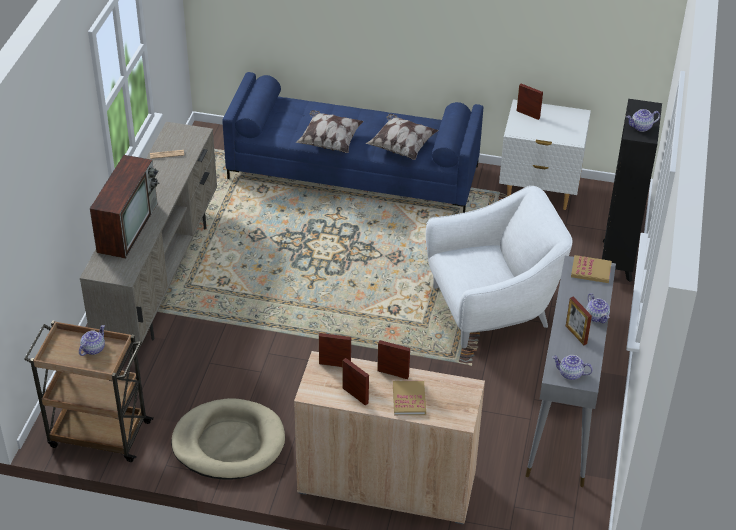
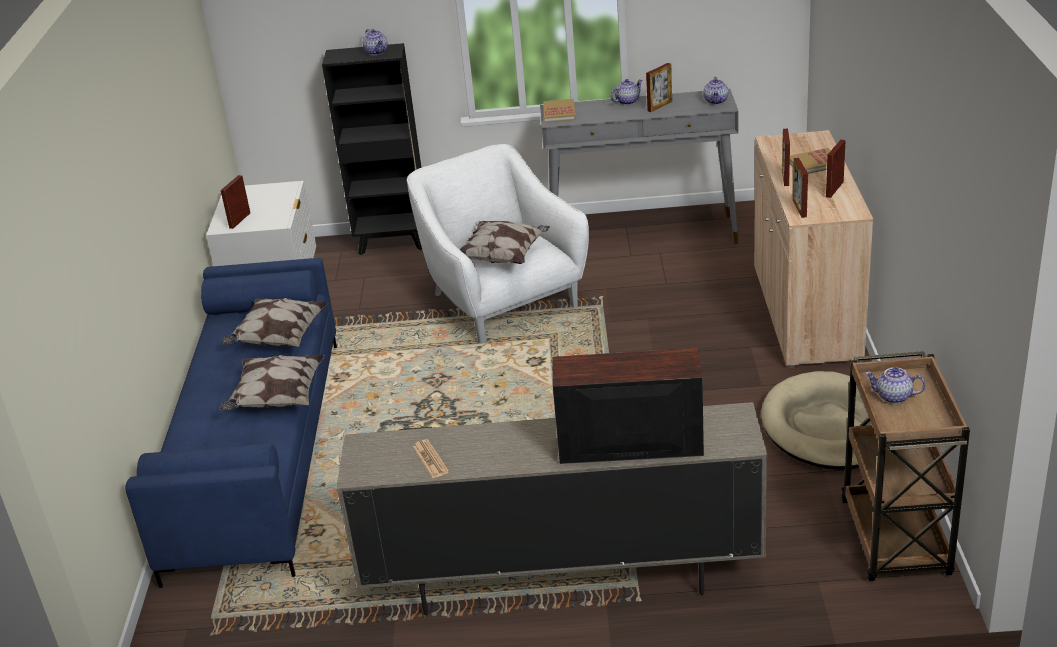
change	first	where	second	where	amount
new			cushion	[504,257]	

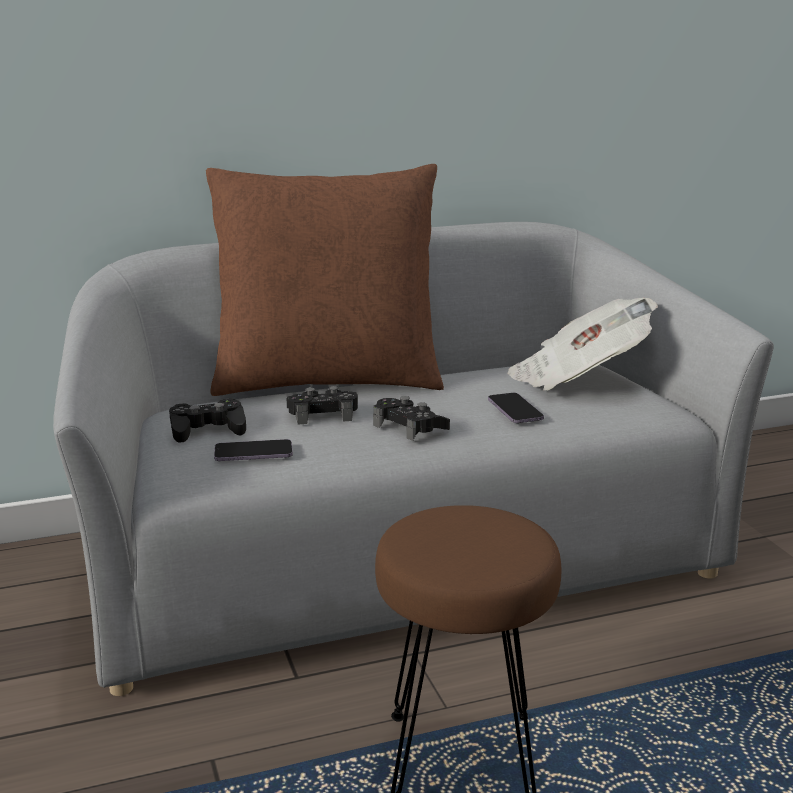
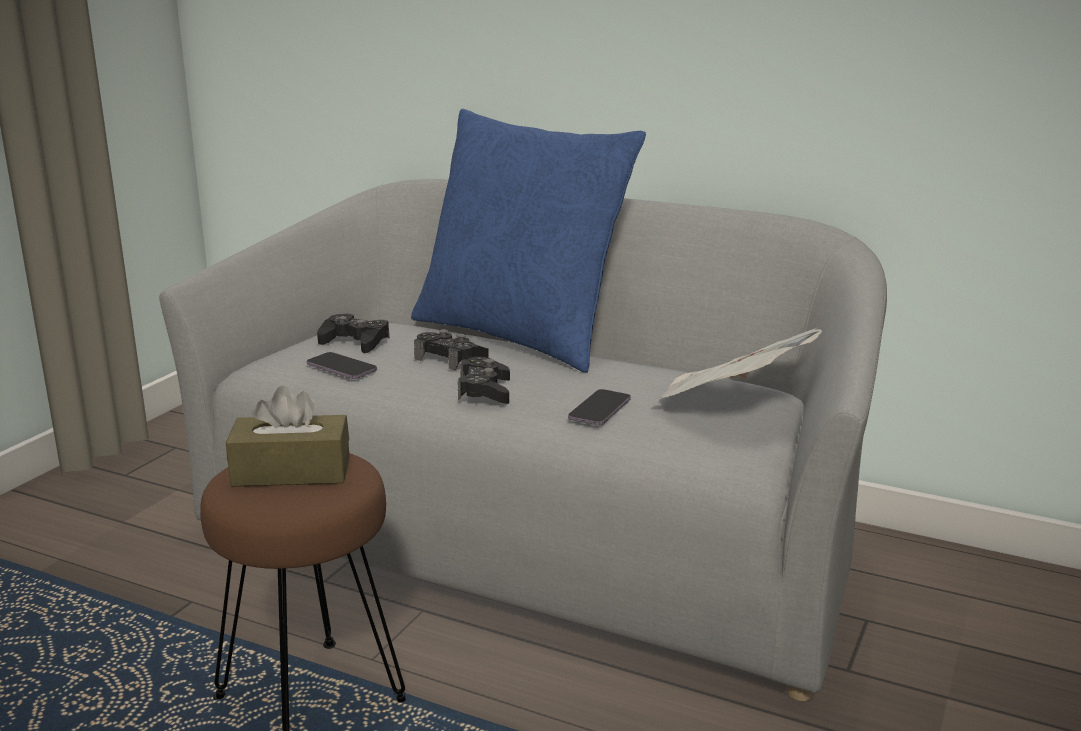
change	first	where	second	where	amount
repainted	brownish_cushion	[327,380]	blue_cushion	[520,335]	
new			brownish_tissue_holder	[291,471]	

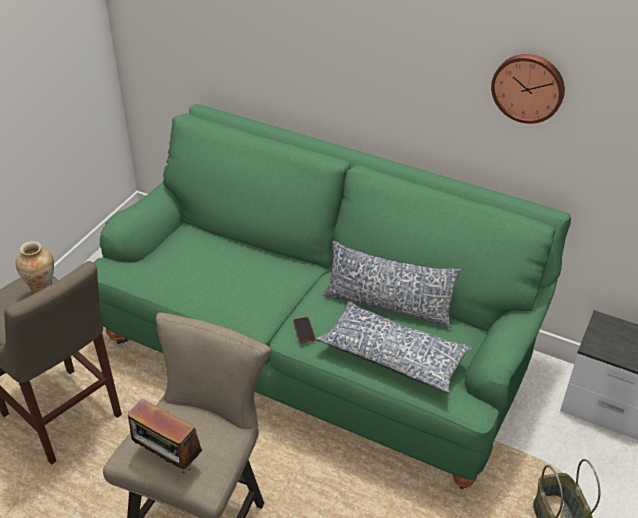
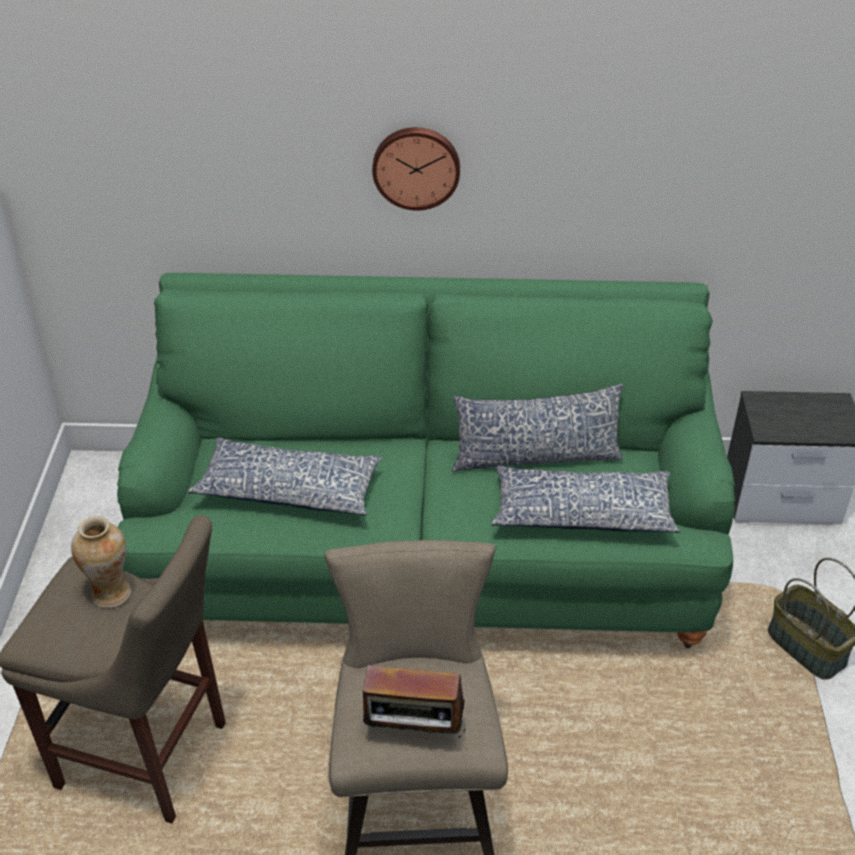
change	first	where	second	where	amount
shifted	hanging_clock	[528,87]		[416,166]	
gone	telephone	[304,330]			
new			cushion	[288,489]	

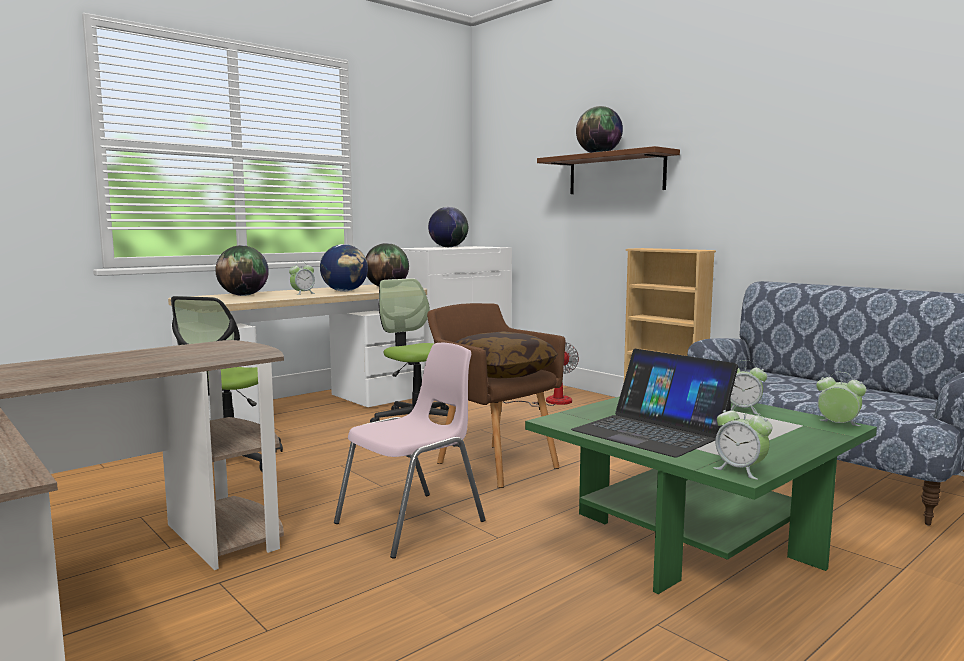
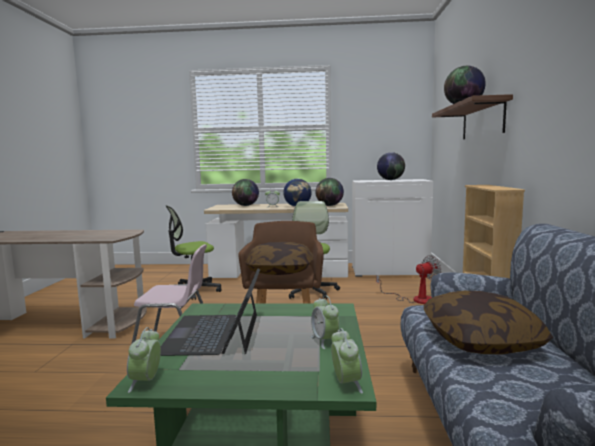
change	first	where	second	where	amount
new			cushion	[480,340]	

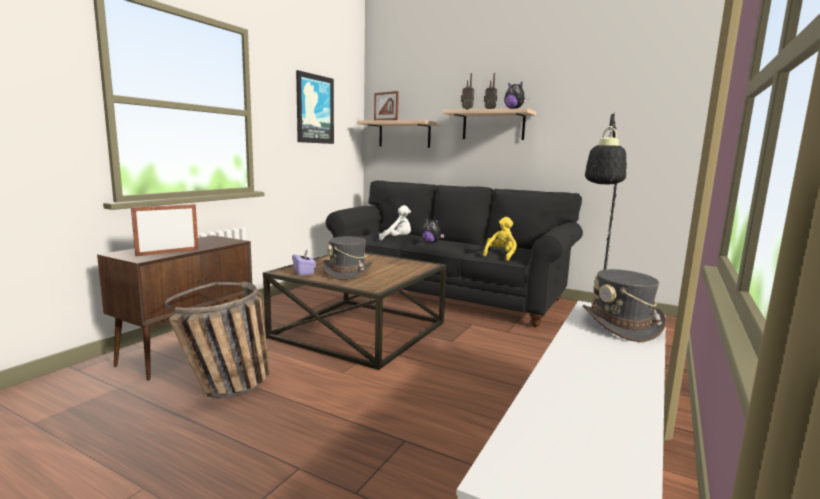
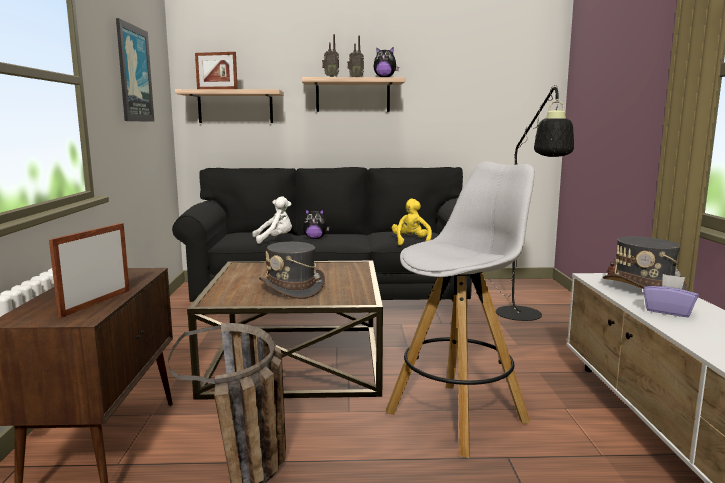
change	first	where	second	where	amount
shifted	purple-coloured_tissue_holder	[304,272]		[668,311]	
new			whitish_stool_seat	[458,416]	

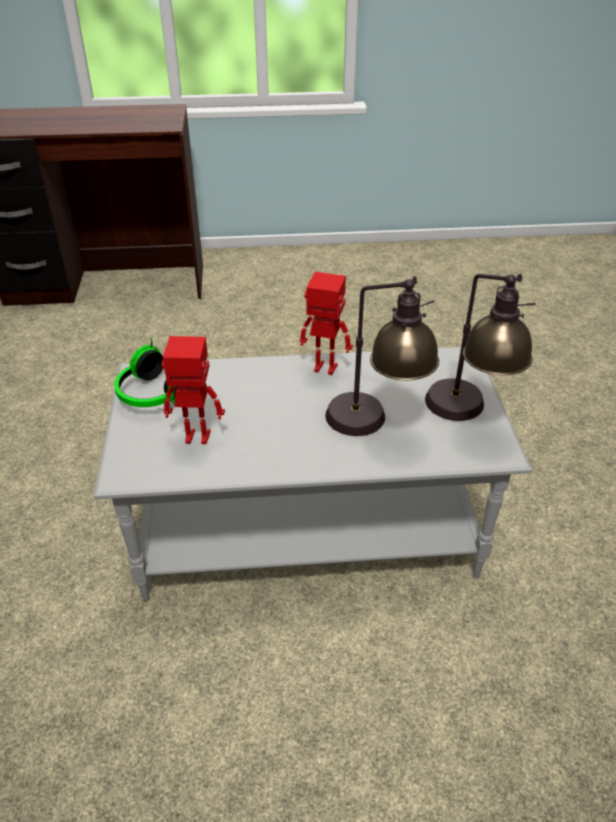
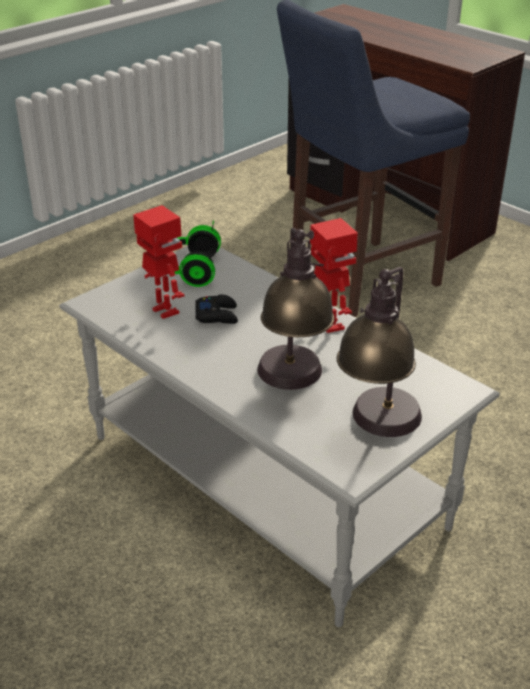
change	first	where	second	where	amount
new			blue_stool_seat	[357,279]	
new			blackish_gamepad	[217,315]	

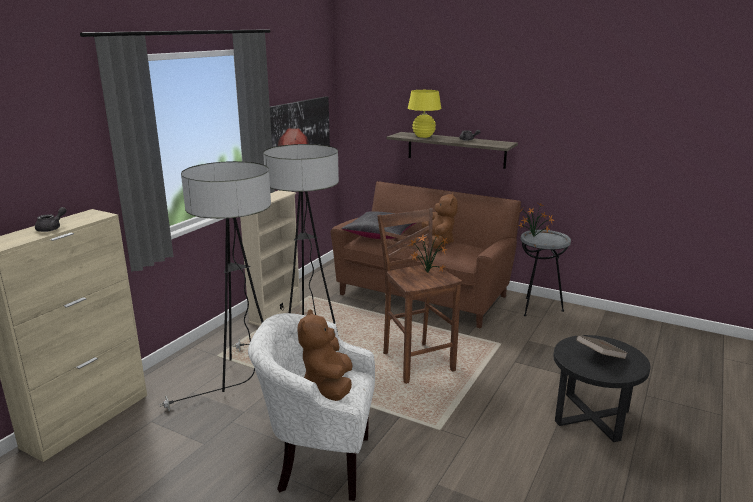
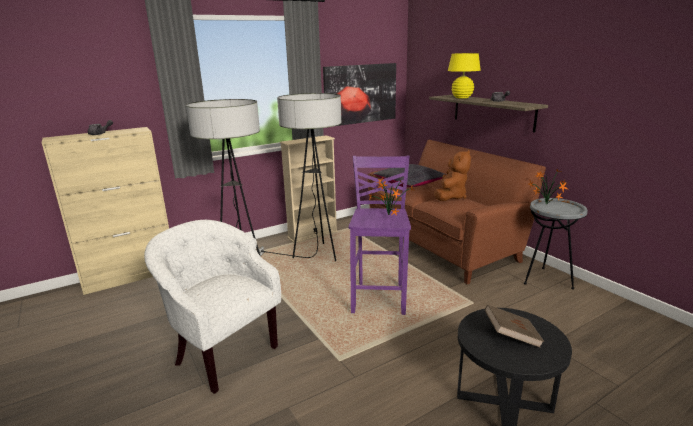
change	first	where	second	where	amount
repainted	brownish_stool_seat	[416,361]	purple-coloured_stool_seat	[380,297]	
gone	brownish_soft_toy	[328,386]			

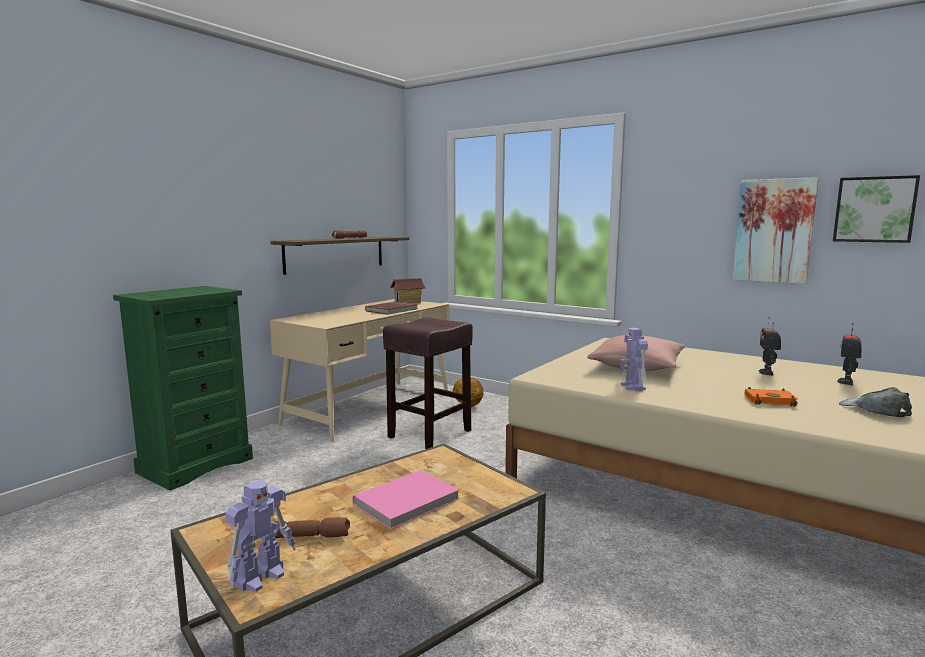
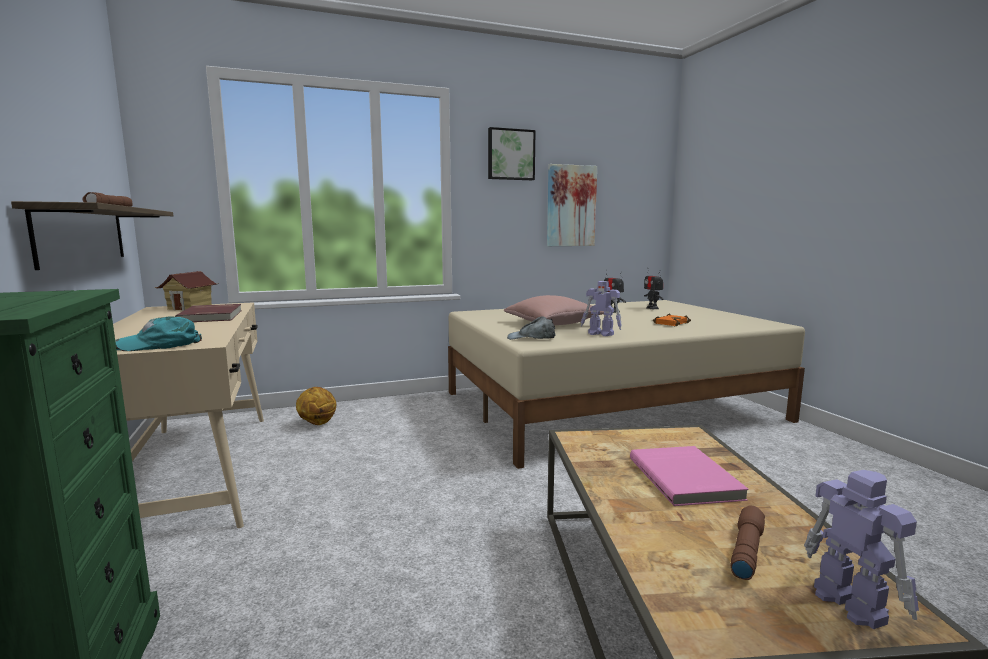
change	first	where	second	where	amount
shifted	picture	[874,209]		[510,154]	
gone	brownish_stool_seat	[429,434]			
shifted	grey_baseball_cap	[874,410]		[531,337]	
new			turquoise-coloured_baseball_cap	[161,344]	

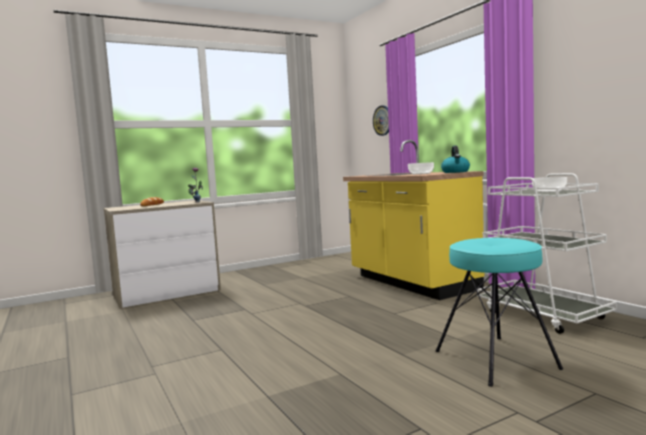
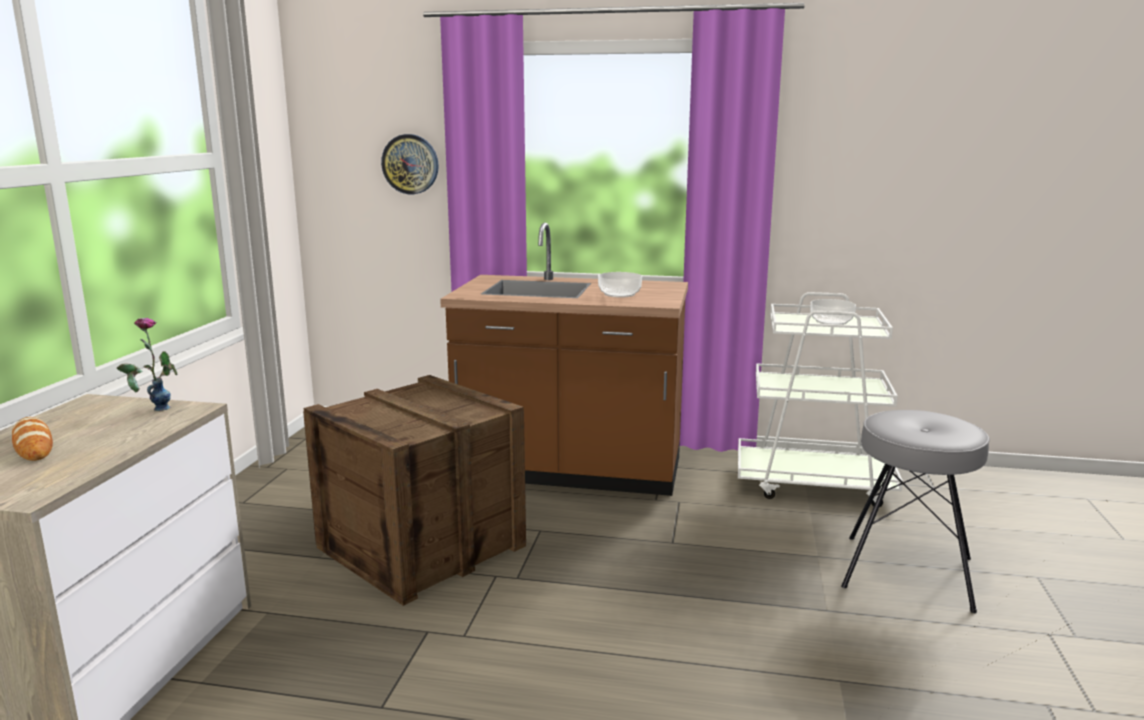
change	first	where	second	where	amount
repainted	yellowish_counter	[411,283]	brownish_counter	[570,472]	
gone	water_kettle	[455,172]			
repainted	turquoise-coloured_stool_seat	[496,359]	grey_stool_seat	[907,571]	
new			packing_crate	[421,547]	

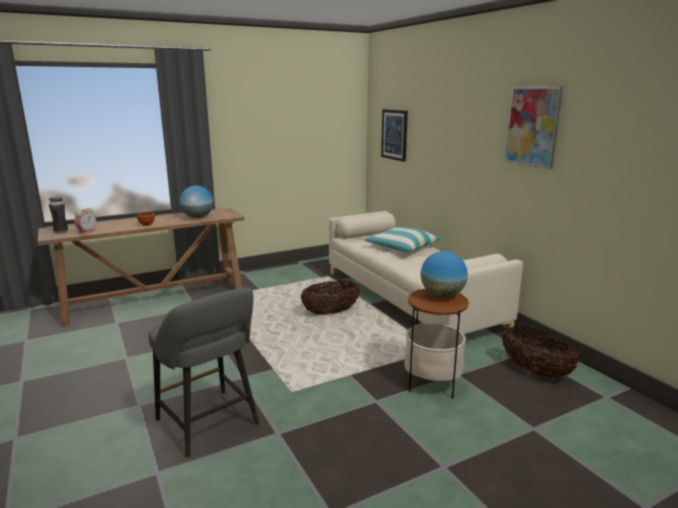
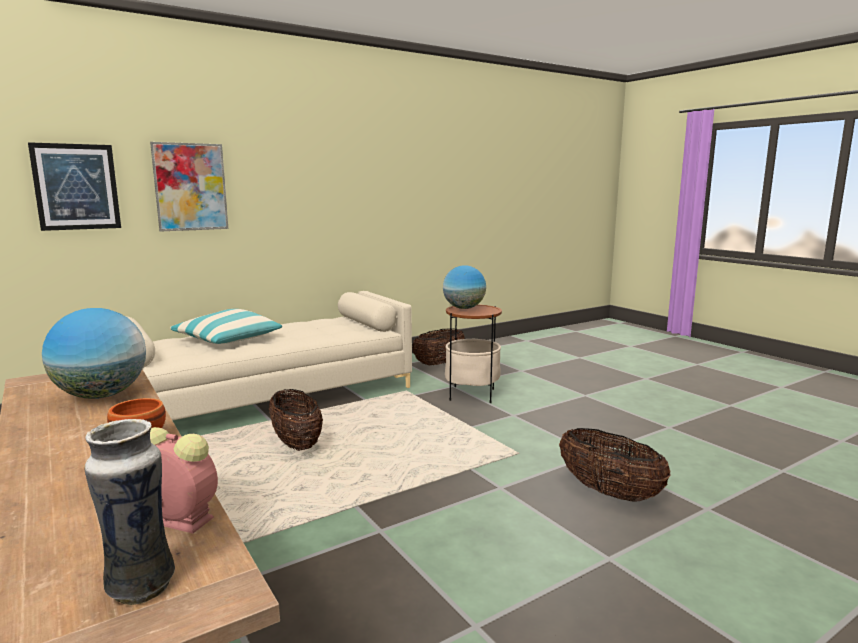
change	first	where	second	where	amount
shifted	picture	[532,126]		[190,187]	
swapped	grey_stool_seat	[210,424]	basket	[609,492]	

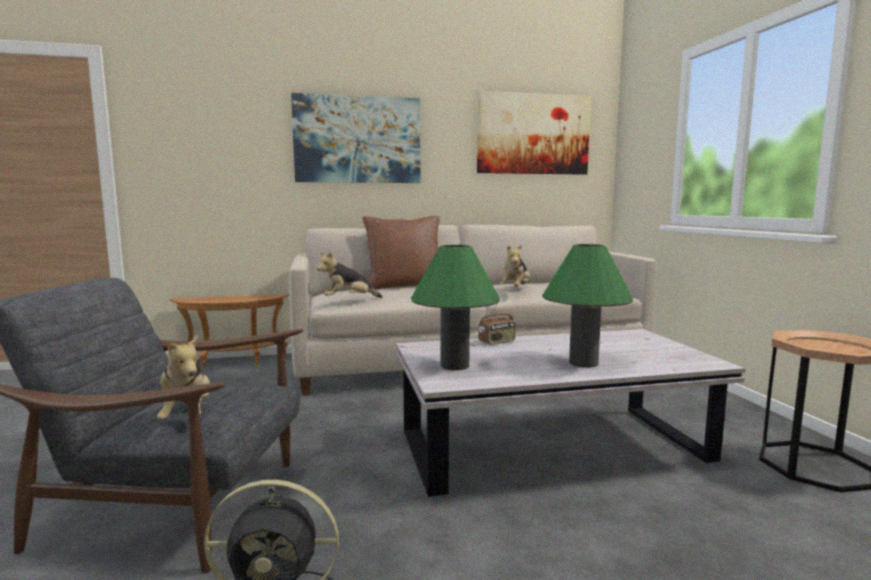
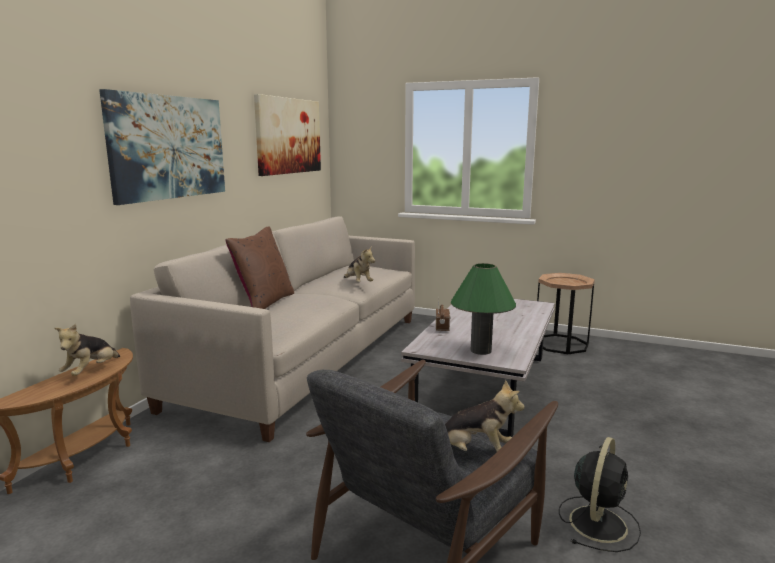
change	first	where	second	where	amount
gone	greenish_lamp_for_a_table	[583,363]			
shifted	soft_toy	[348,300]		[91,371]	

